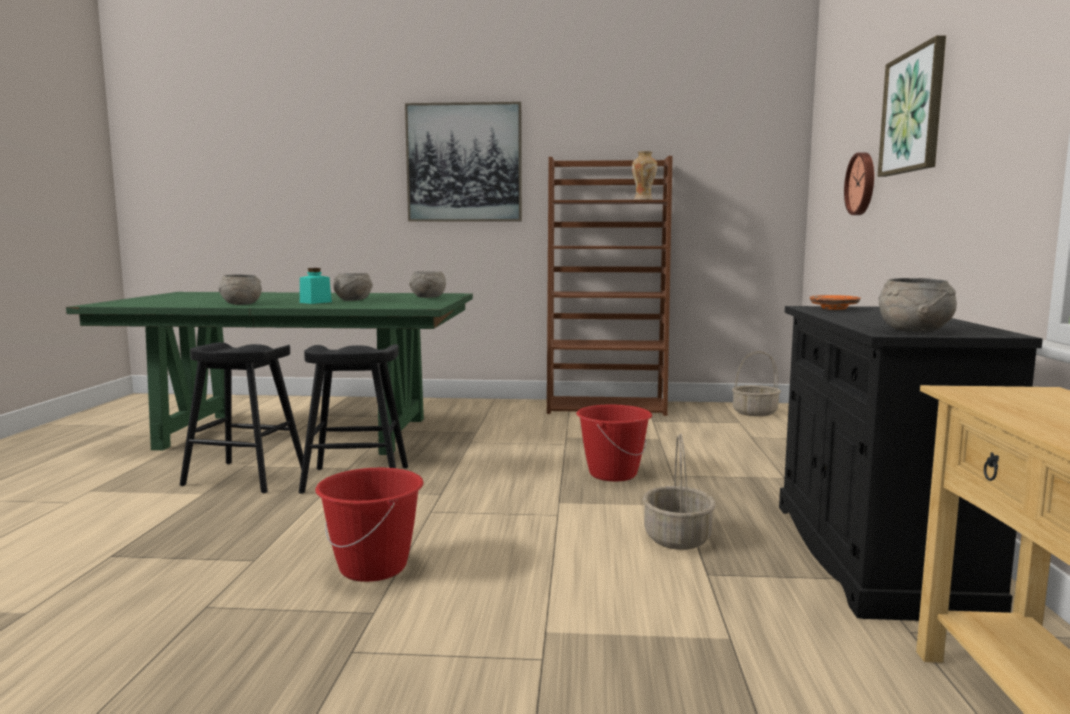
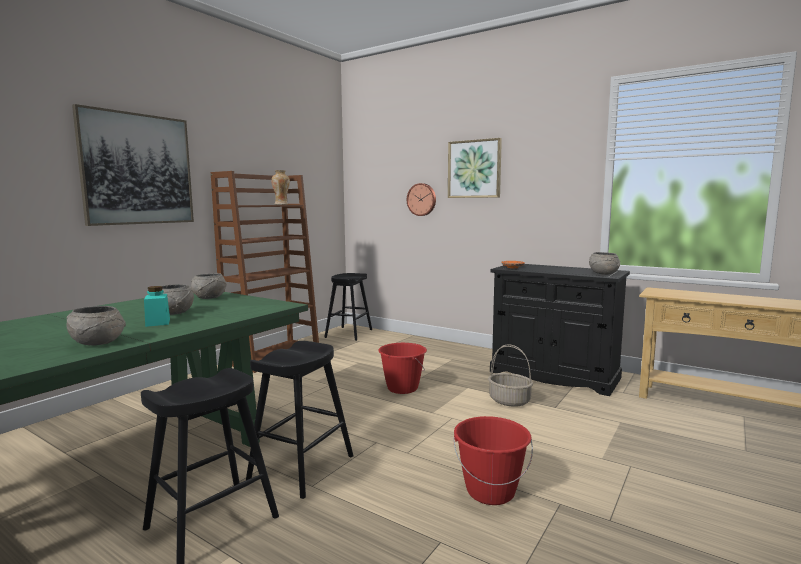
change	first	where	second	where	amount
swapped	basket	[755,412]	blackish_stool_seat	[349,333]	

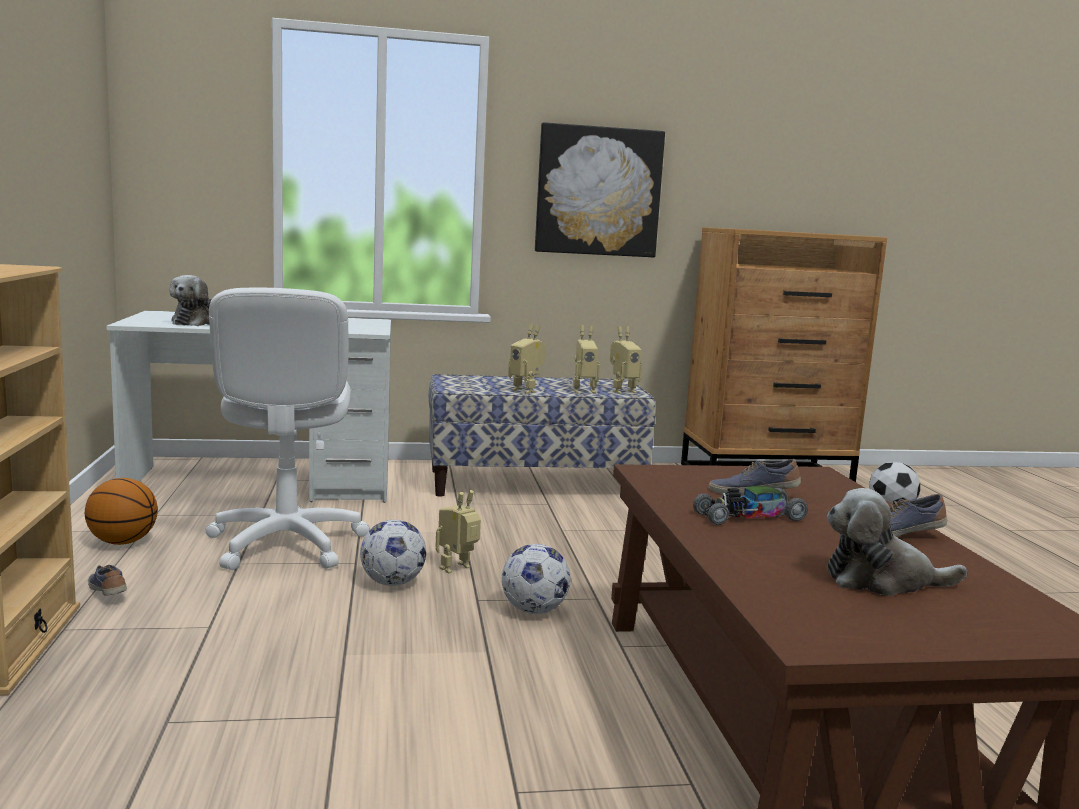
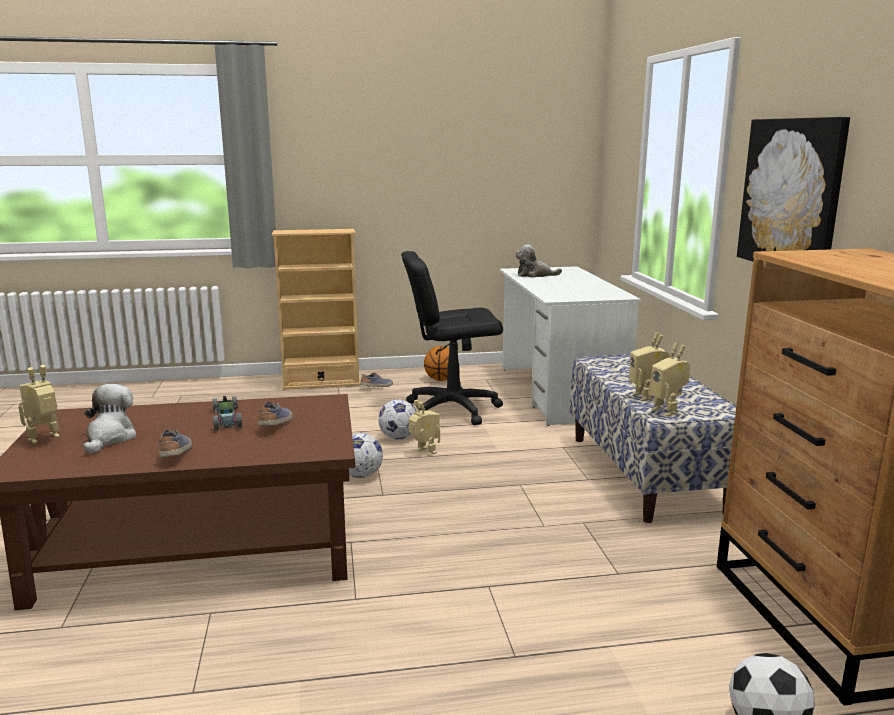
change	first	where	second	where	amount
repainted	whitish_office_chair	[285,544]	blackish_office_chair	[452,409]	
shifted	model_robot	[526,390]		[46,439]	

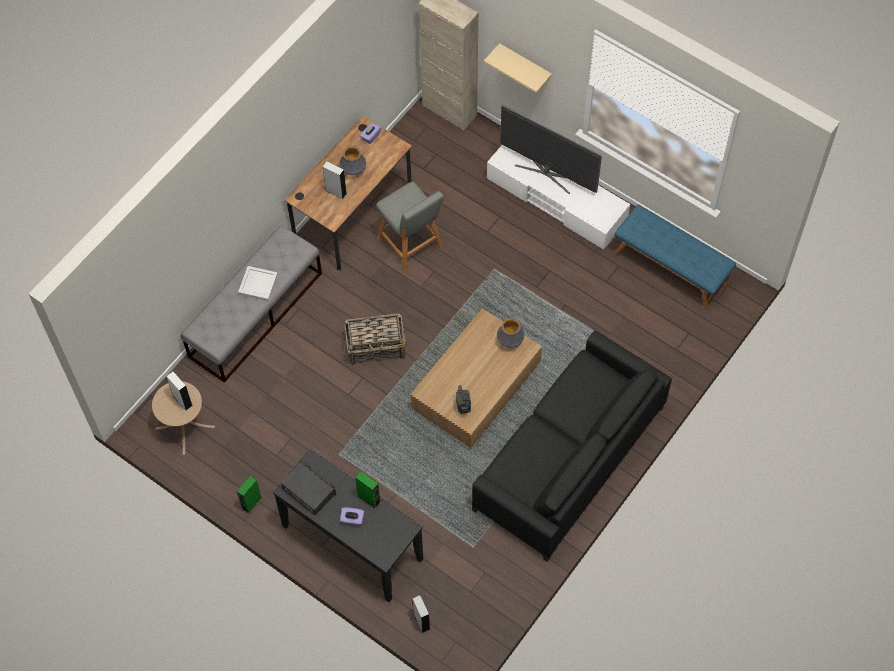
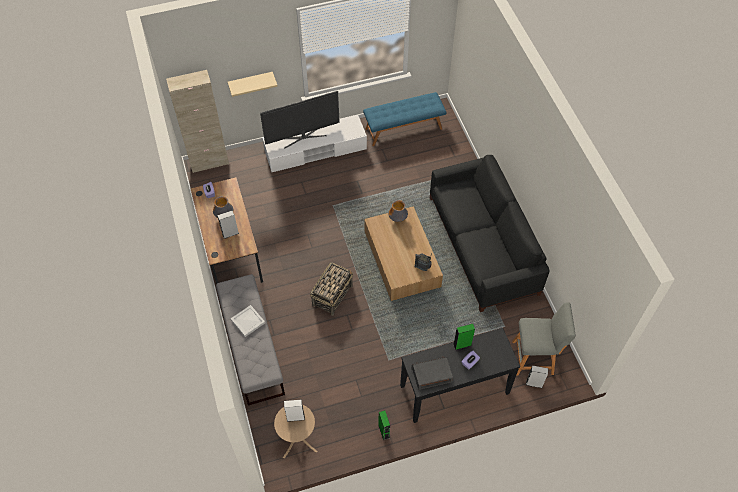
change	first	where	second	where	amount
shifted	grey_stool_seat	[411,244]		[535,357]	

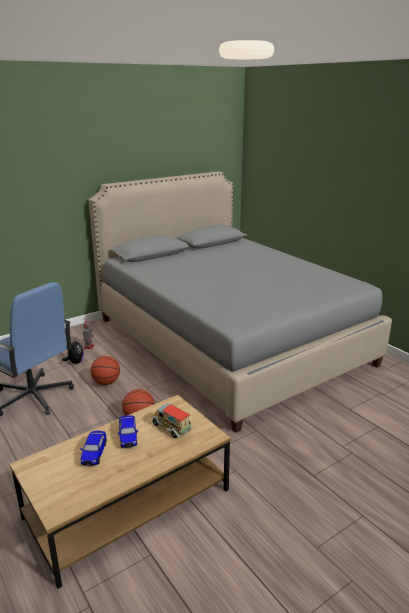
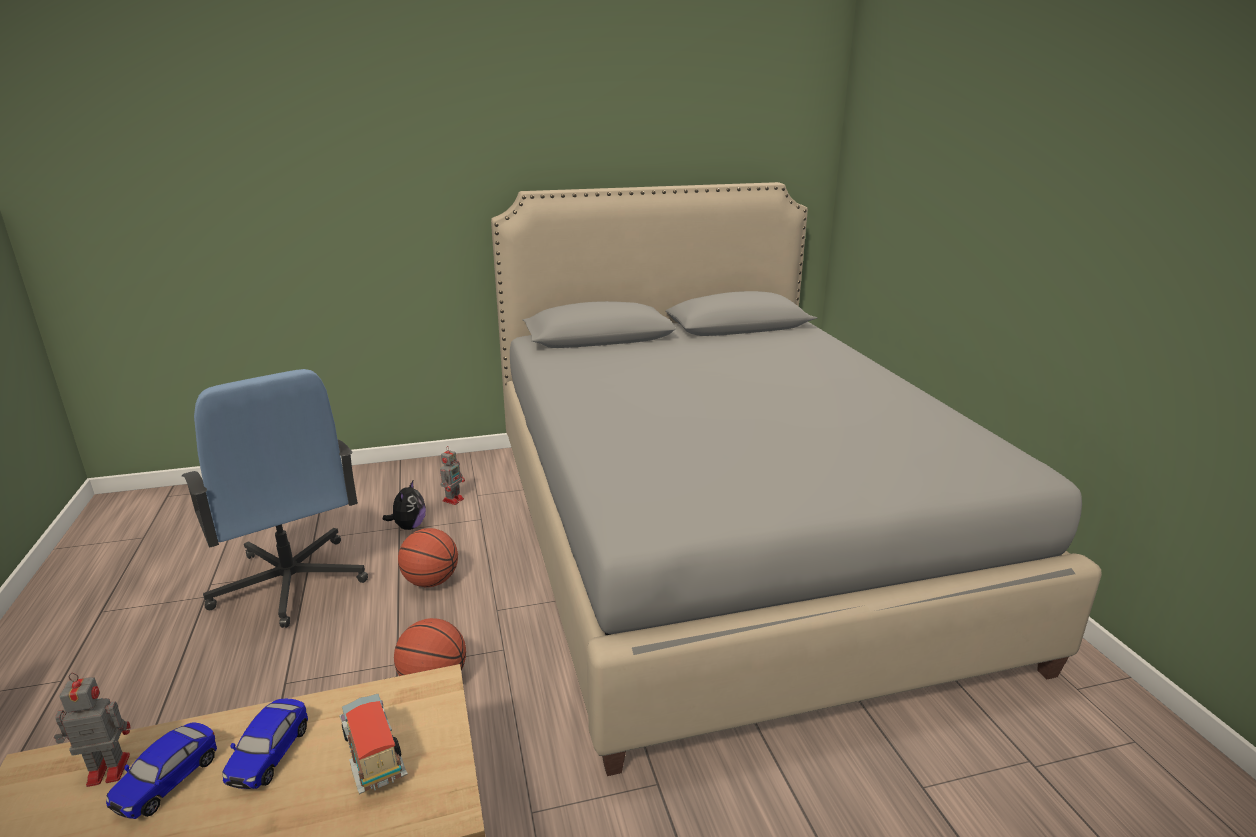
change	first	where	second	where	amount
new			model_robot	[106,770]	

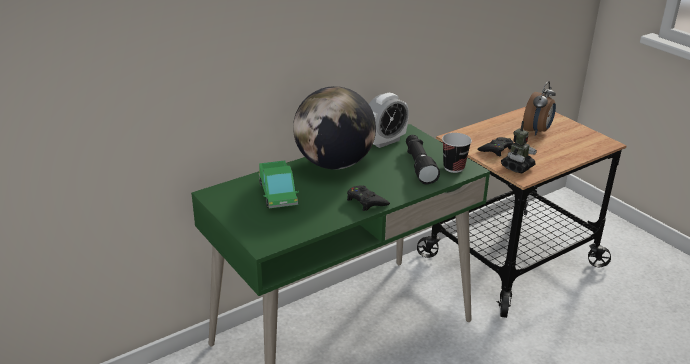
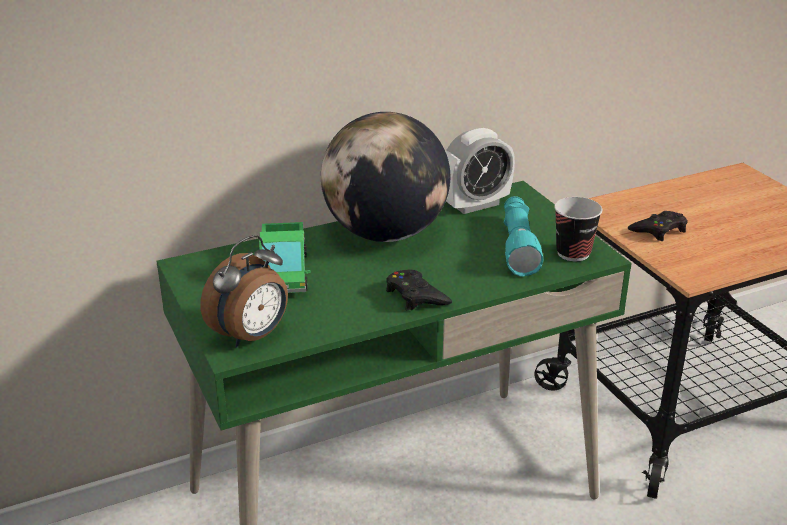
change	first	where	second	where	amount
shifted	table_clock	[537,131]		[252,336]	
gone	model_robot	[517,167]			
repainted	blackish_torch	[419,165]	turquoise-coloured_torch	[518,245]	

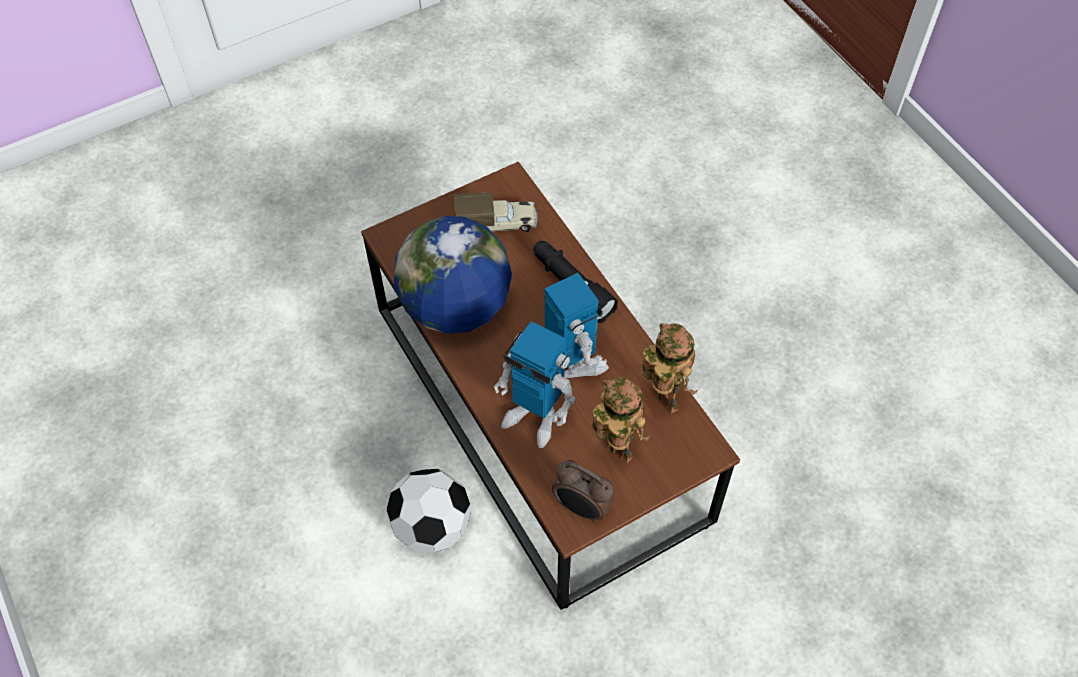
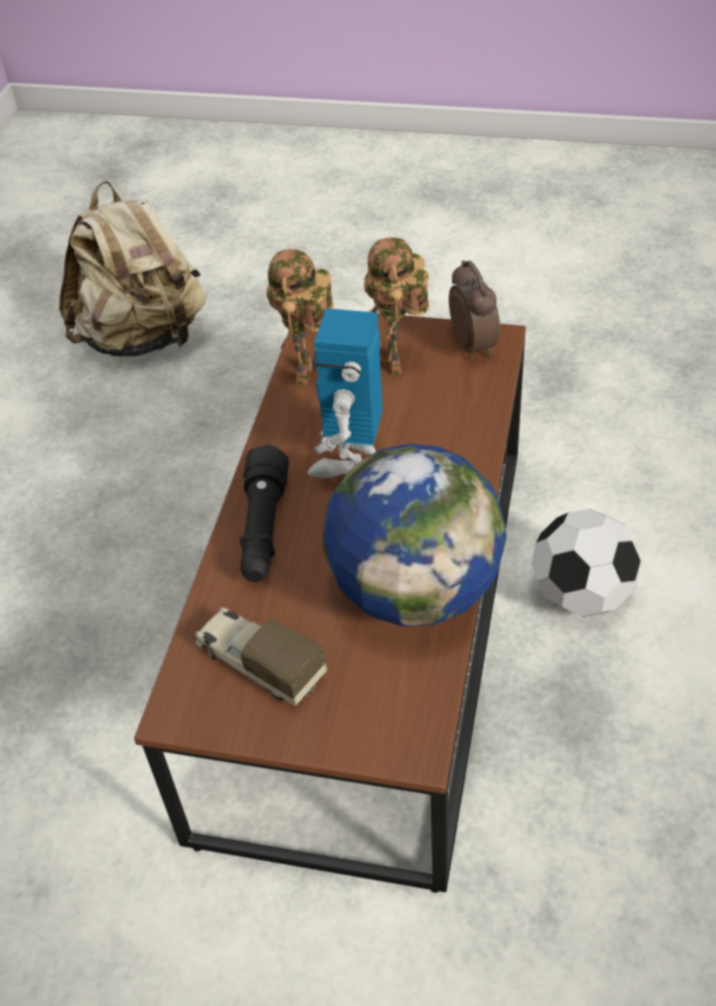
change	first	where	second	where	amount
gone	model_robot	[535,417]			
new			beige-coloured_knapsack	[143,338]	

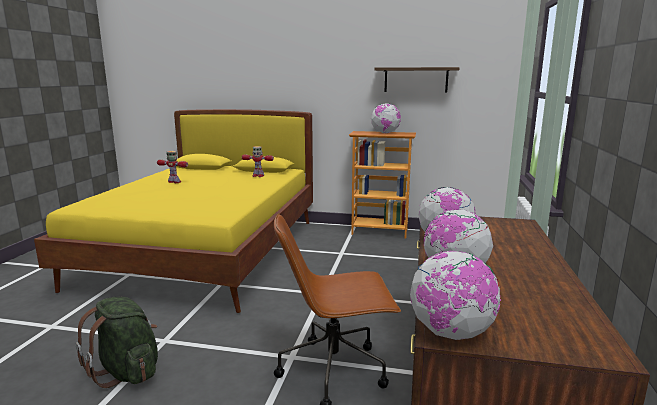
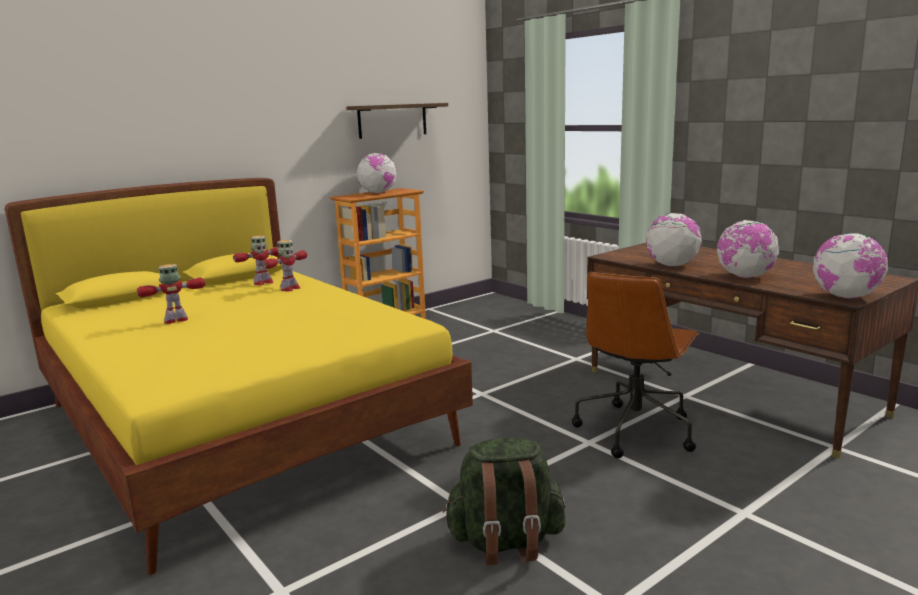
change	first	where	second	where	amount
new			model_robot	[290,289]	

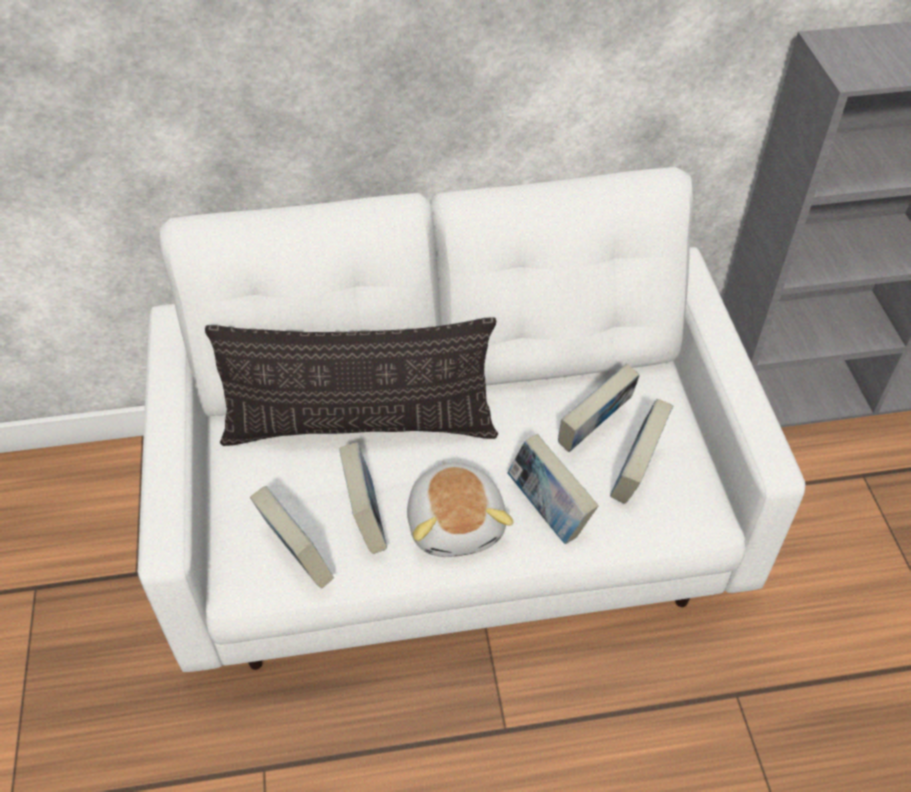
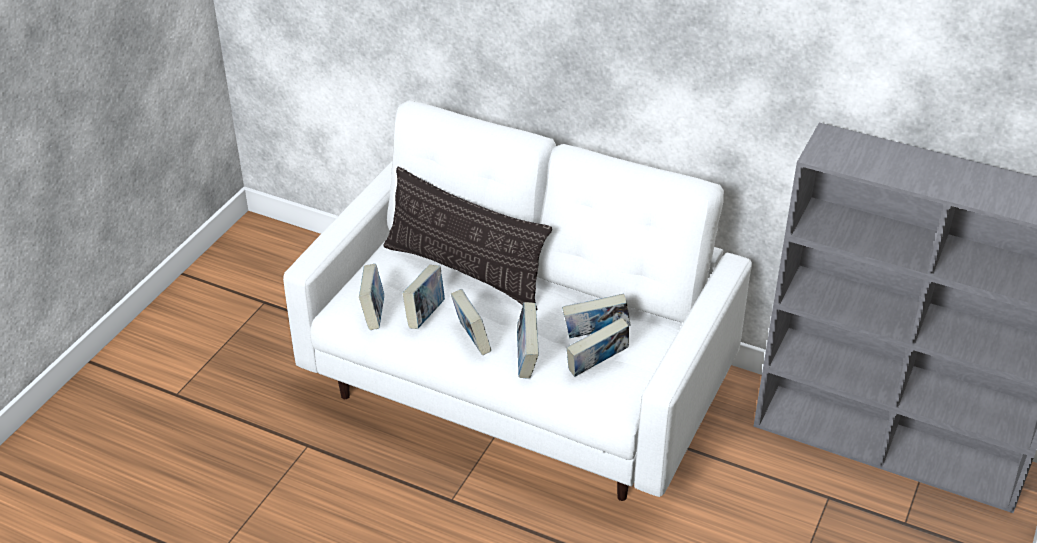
change	first	where	second	where	amount
swapped	soft_toy	[457,523]	bound_book	[471,340]	

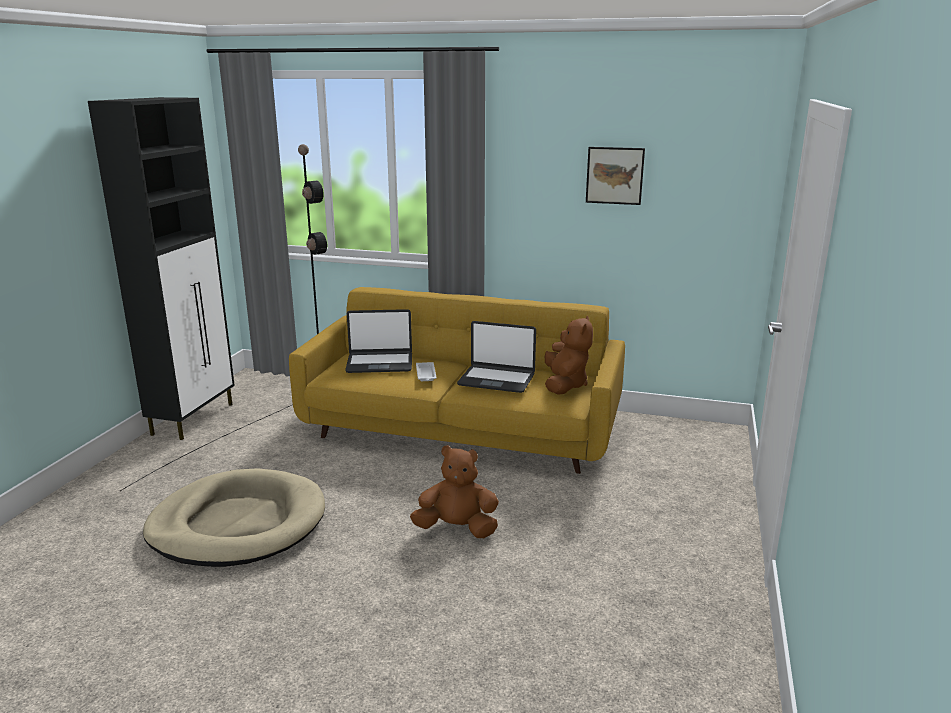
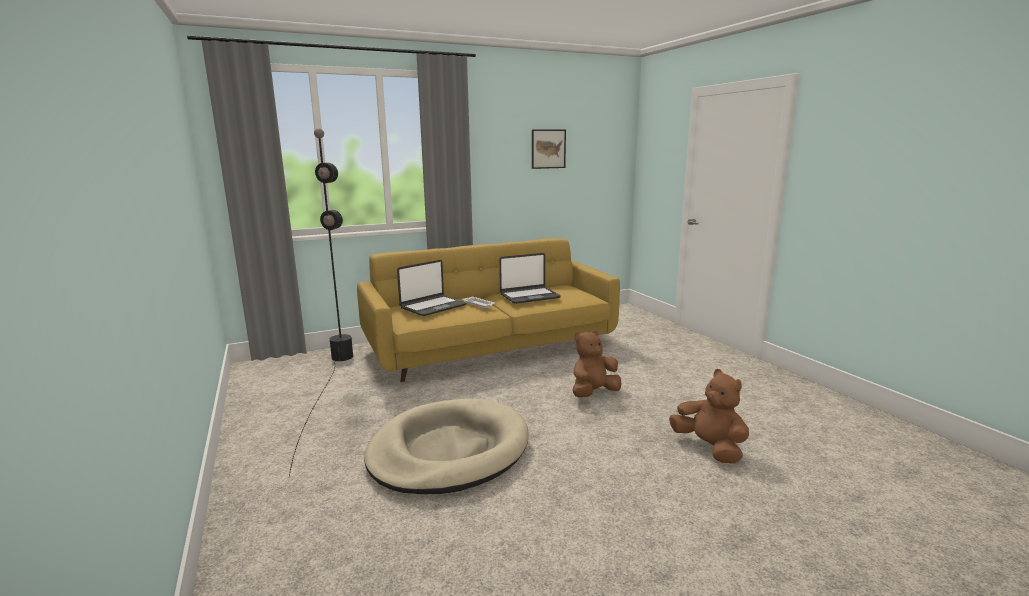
change	first	where	second	where	amount
gone	blackish_cupboard	[194,418]			
shifted	brownish_soft_toy	[565,385]		[709,448]	

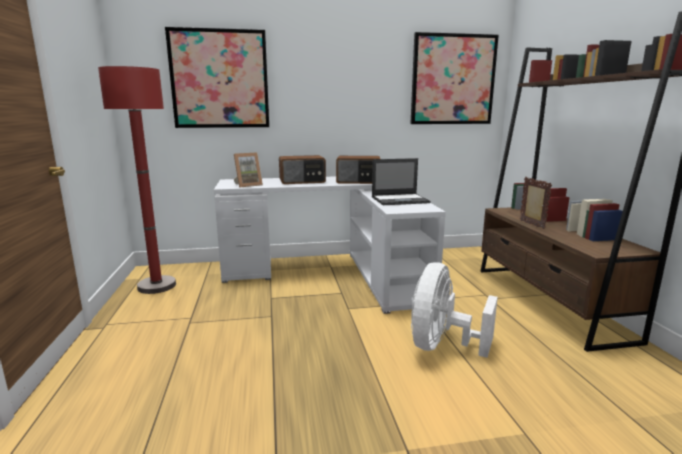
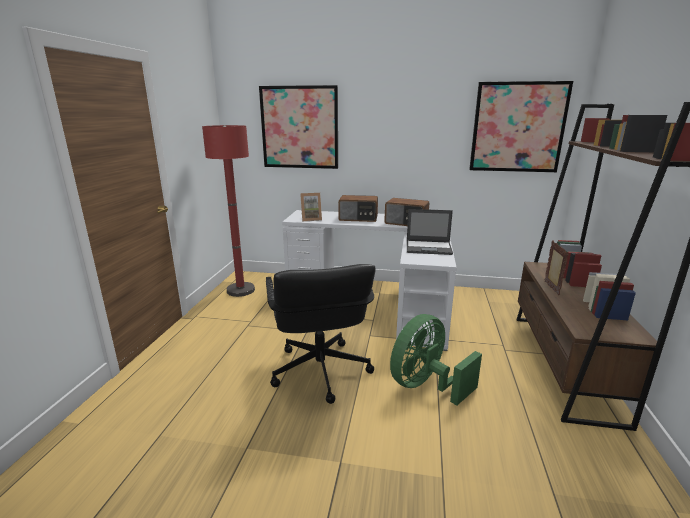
change	first	where	second	where	amount
repainted	whitish_electric_fan	[442,345]	greenish_electric_fan	[426,385]	
new			blackish_office_chair	[320,371]	

